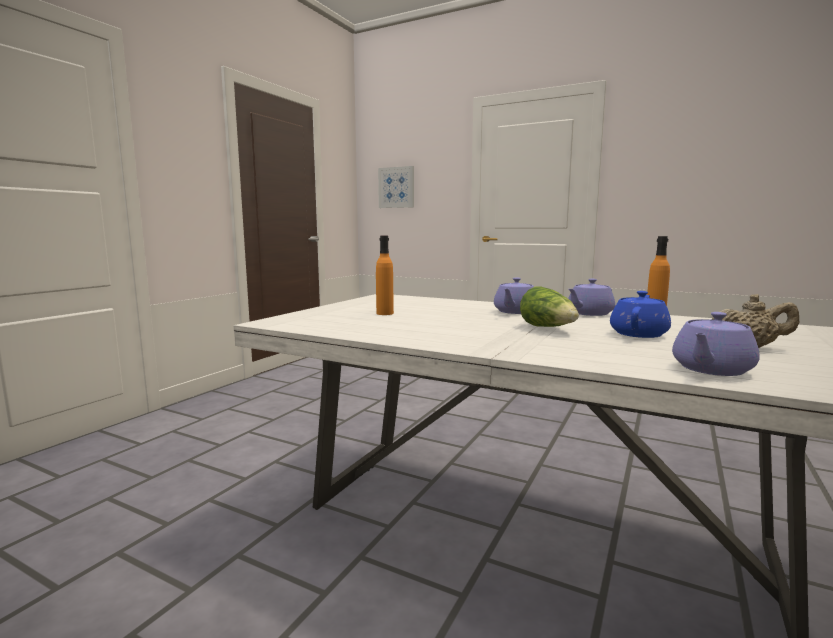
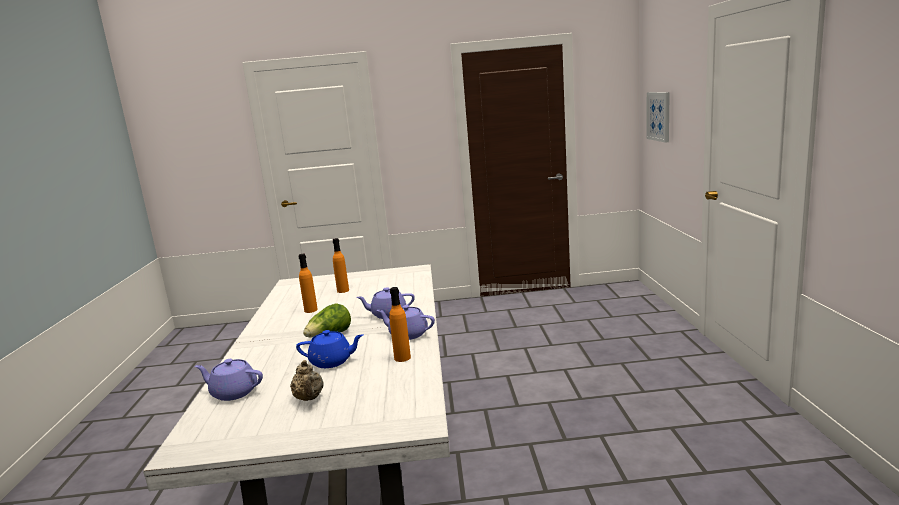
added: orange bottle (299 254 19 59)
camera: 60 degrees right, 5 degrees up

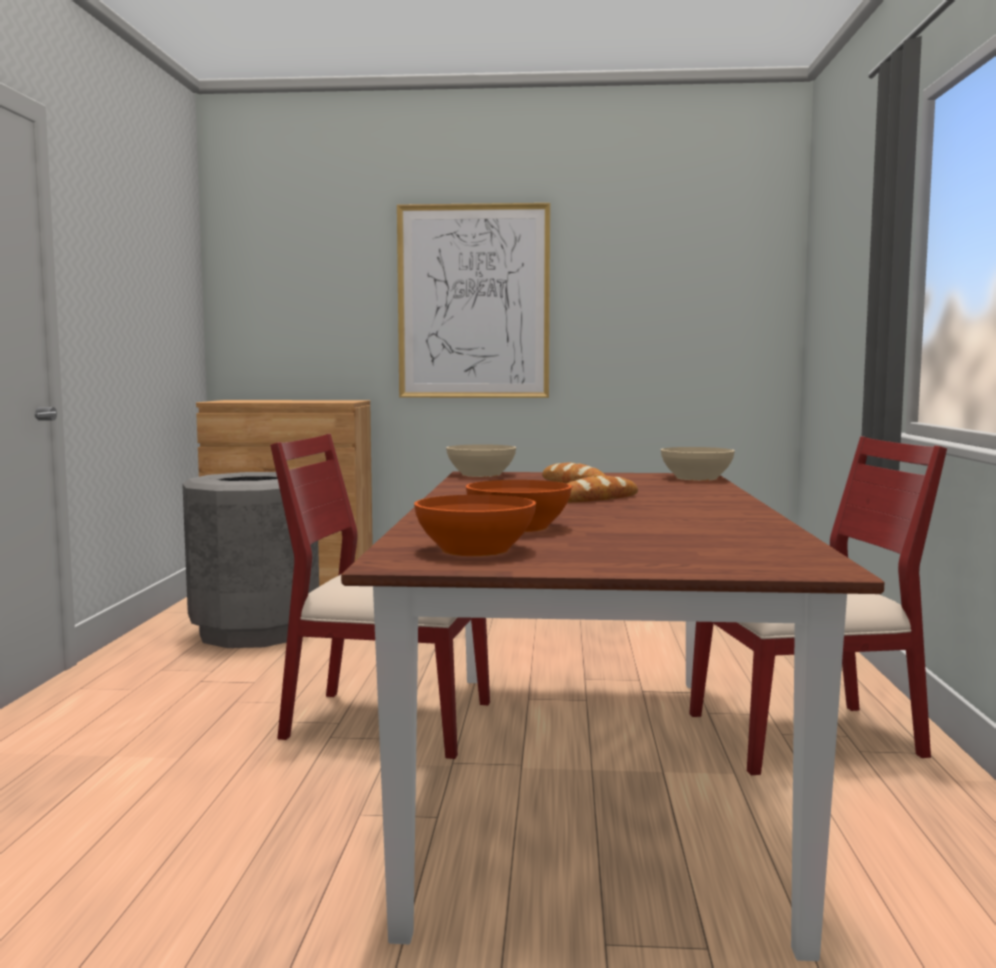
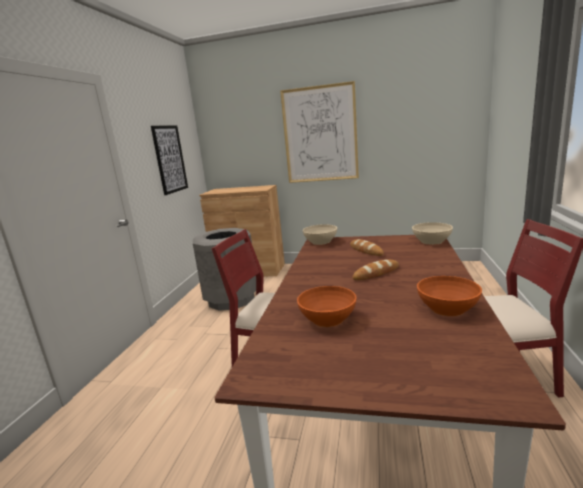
added: picture (151 126 37 69)
moved: orange bowl (414 495 122 61) to (417 276 65 40)
camera: 10 degrees right, 10 degrees up

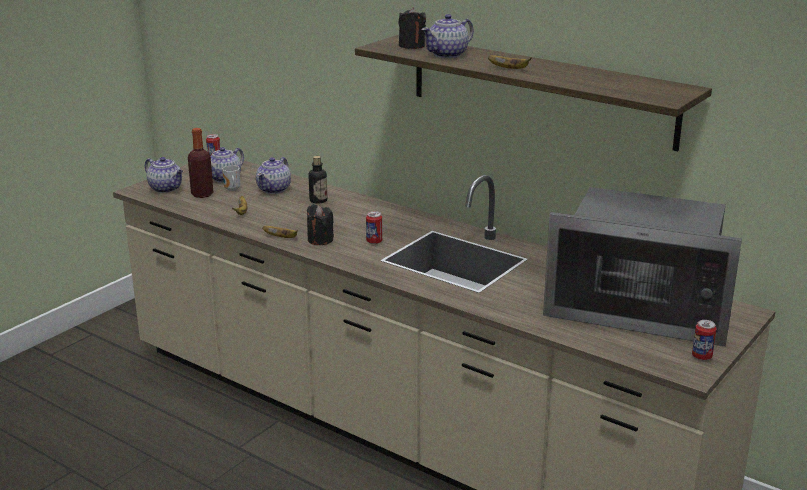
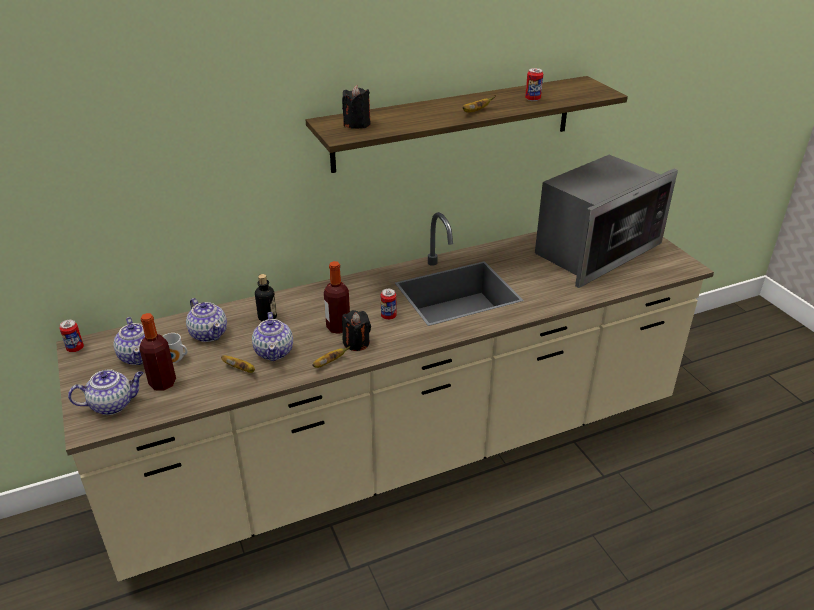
added: bottle (324 261 26 73)
moved: teapot (421 14 53 44) to (252 312 41 49); can (692 320 25 40) to (525 68 18 33)
camera: 60 degrees left, 10 degrees up

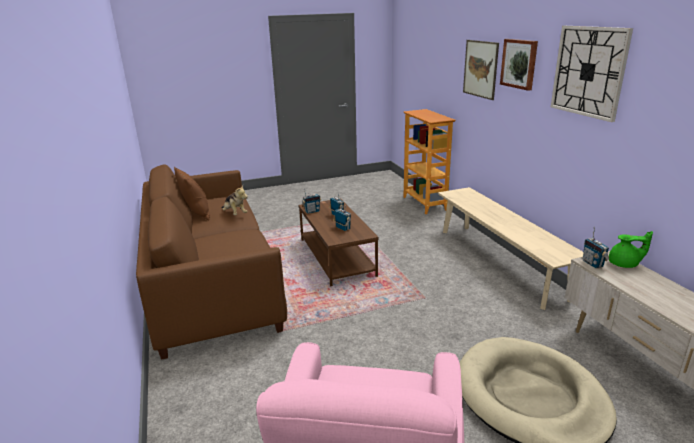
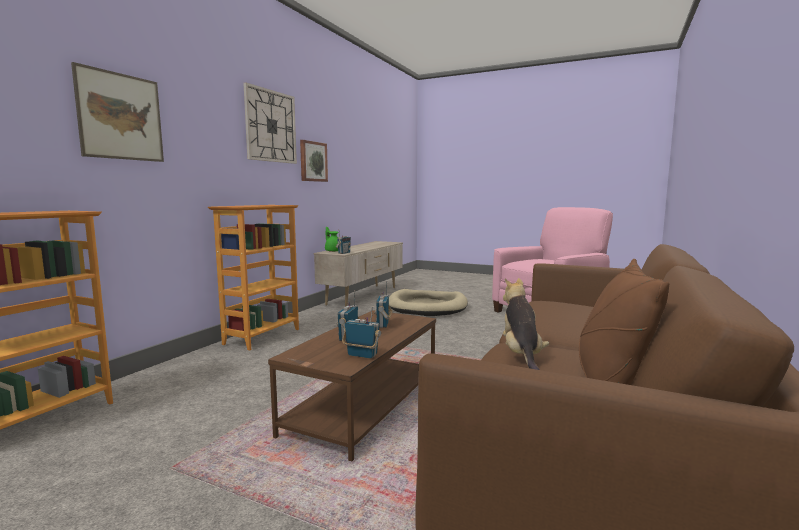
moved: picture (500 39 38 52) to (300 140 28 42)
replaced: beige bench (438 187 146 123) to bookcase (208 205 91 145)
camera: 135 degrees left, 15 degrees down

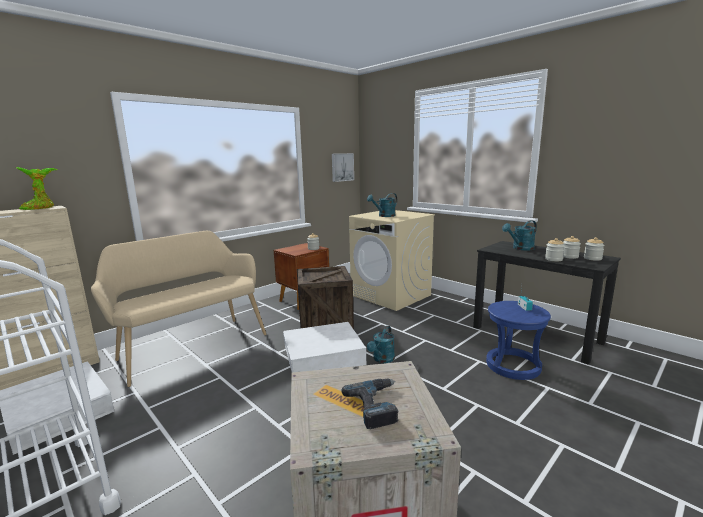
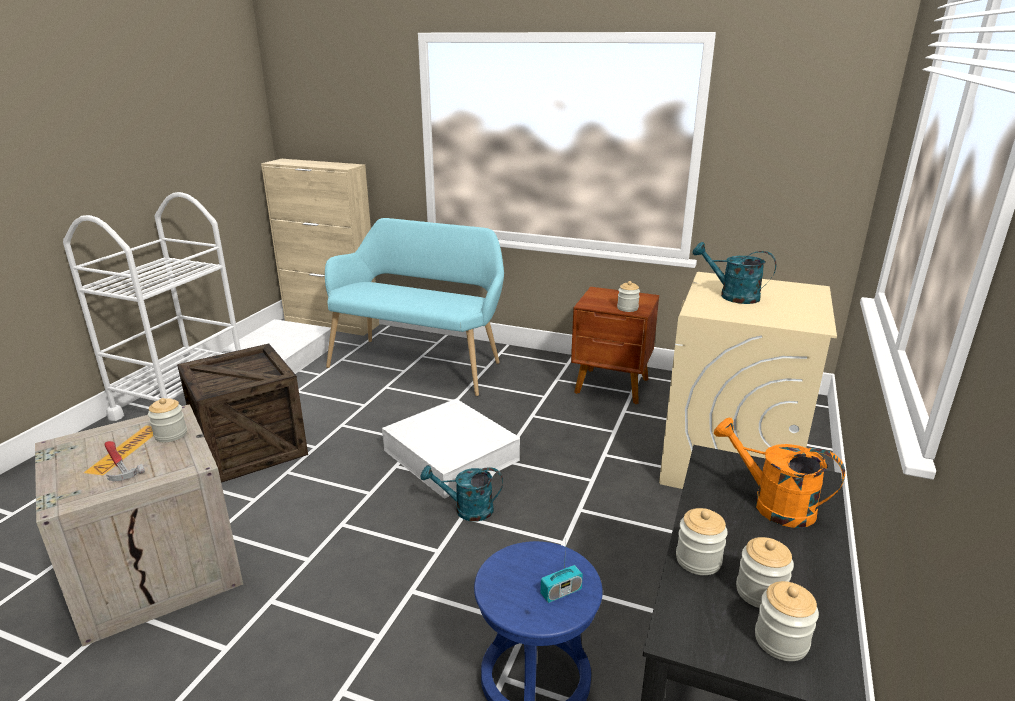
removed: picture (332 153 22 29); potted plant (16 167 42 43)
added: jar (148 398 39 44)
moved: crate (297 266 57 63) to (177 344 131 139)
replaced: power drill (341 379 58 50) to hammer (104 441 41 40)
recoloured: turquoise watering can (502 220 35 31) to orange watering can (714 418 131 110); beige bench (91 231 175 156) to turquoise bench (325 218 179 178)
camera: 65 degrees right, 10 degrees up

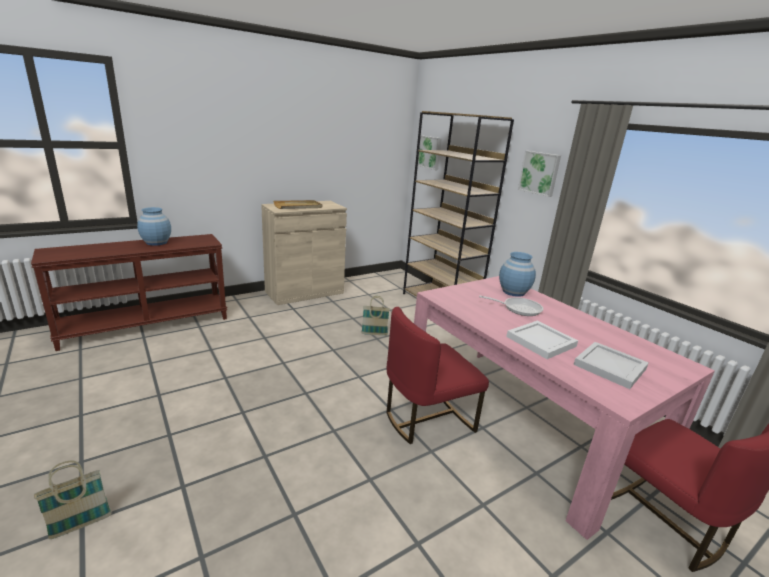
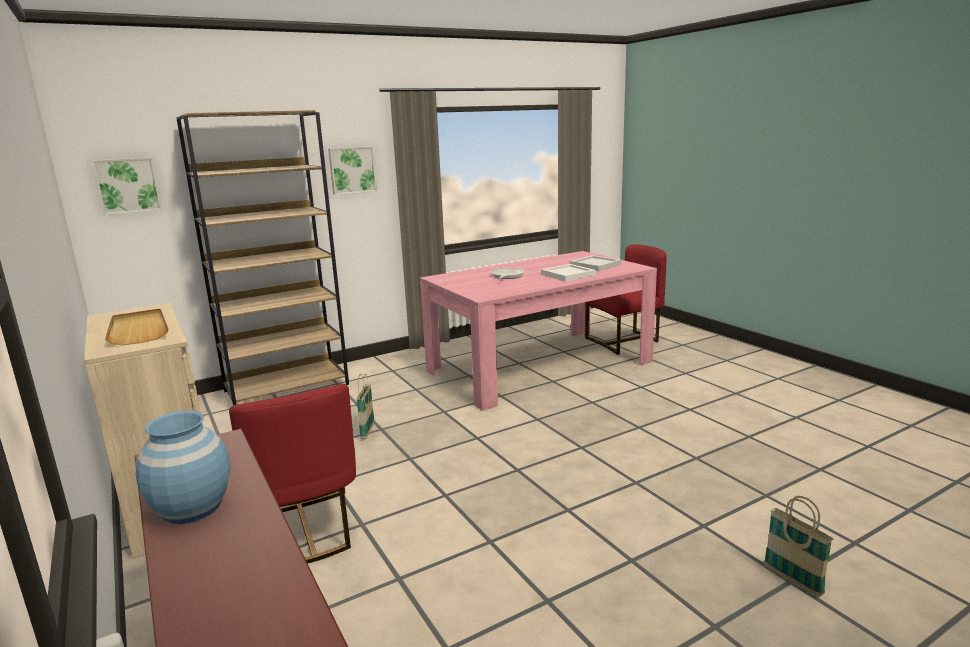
removed: blue vase (499 252 37 45)
moved: red chair (387 307 102 137) to (229 384 127 179)
camera: 85 degrees left, 5 degrees down

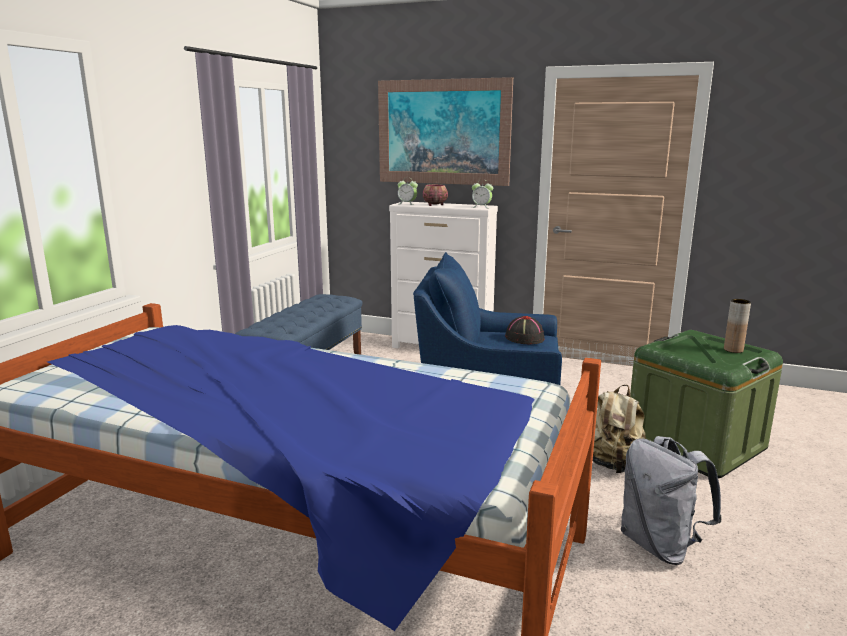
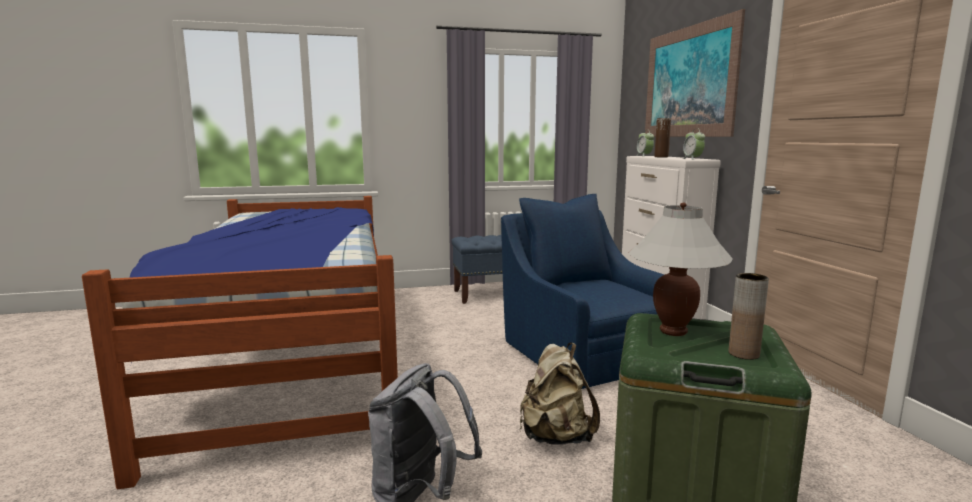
removed: black hat (505 316 39 28)
added: white table lamp (628 202 105 134)
replaced: bowl (423 184 25 22) to brown vase (654 118 17 39)
camera: 55 degrees right, 5 degrees down

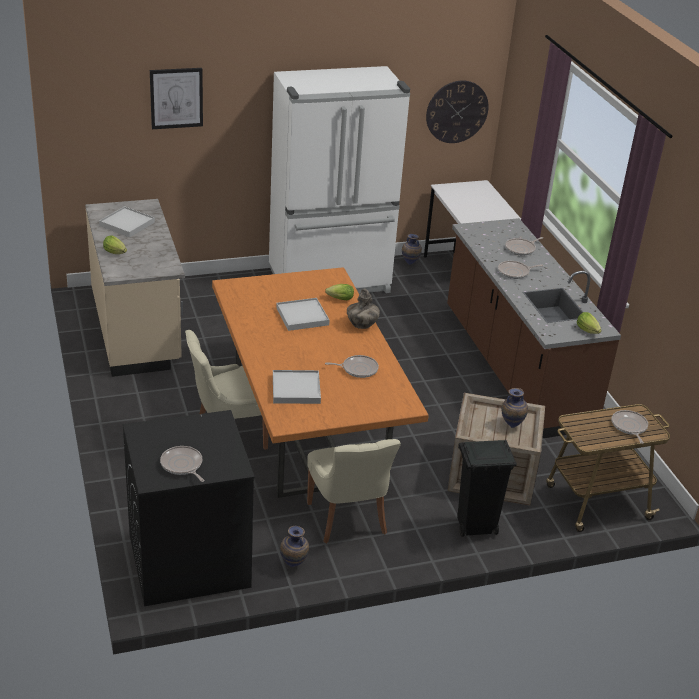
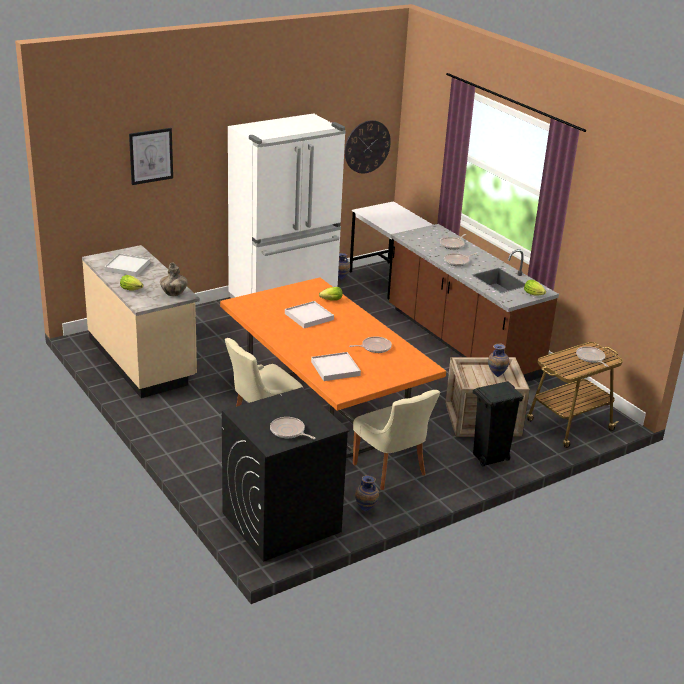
moved: vase (347 289 33 40) to (160 262 28 34)
camera: 15 degrees left, 5 degrees down

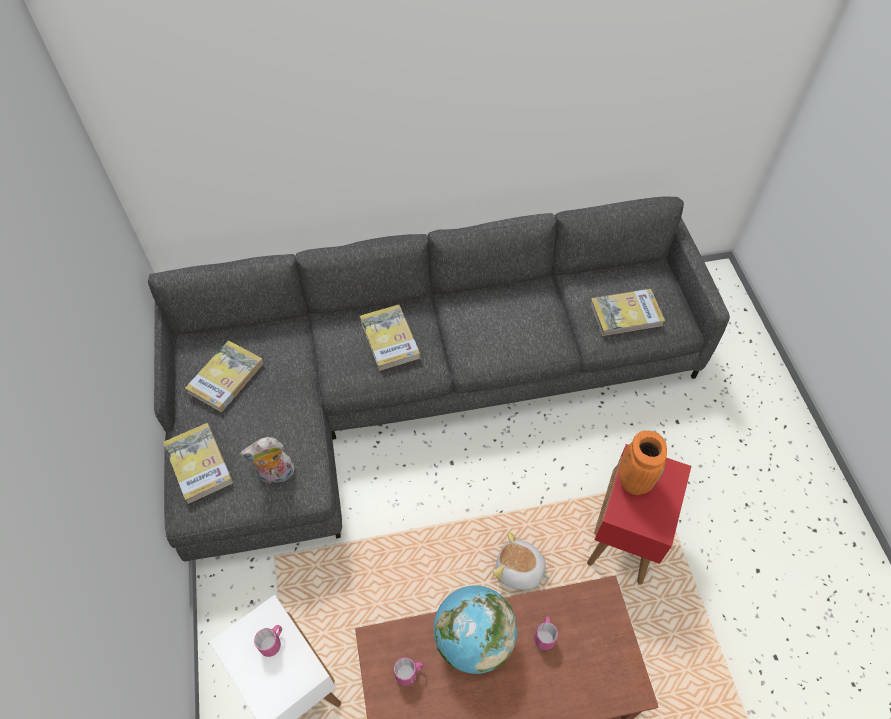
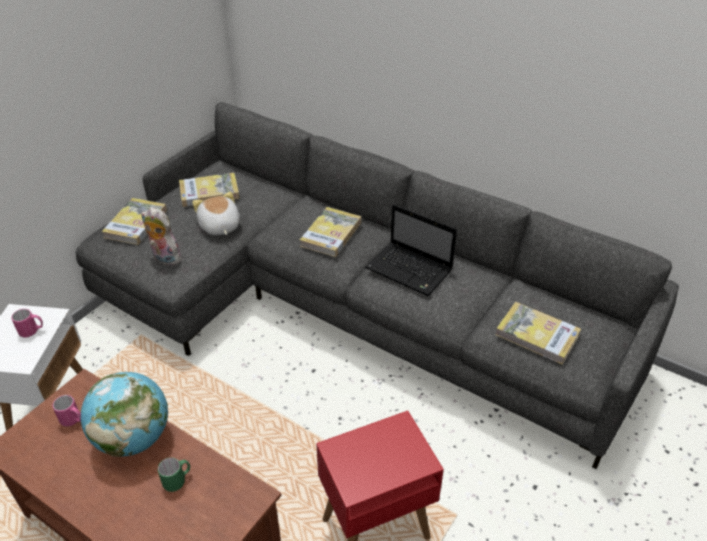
removed: orange vase (619 431 48 64)
added: laptop (365 204 92 92)
moved: plush toy (493 532 58 58) to (192 192 48 43)
recoloured: pink mug (534 616 24 34) to green mug (158 458 32 34)
camera: 45 degrees right, 15 degrees down

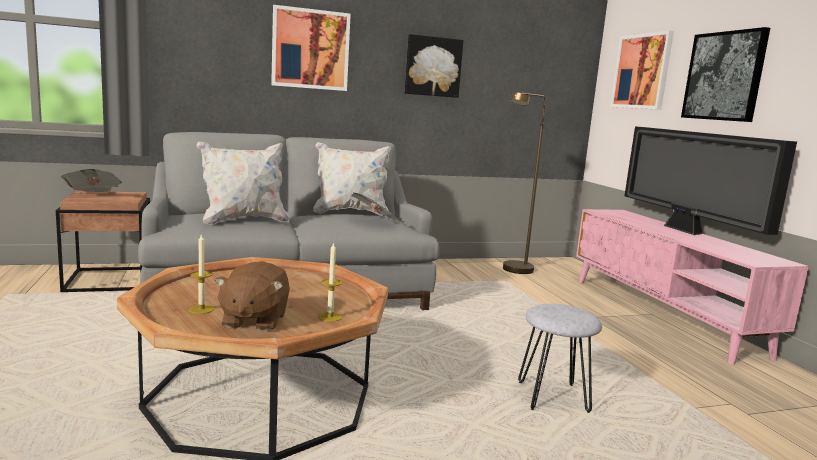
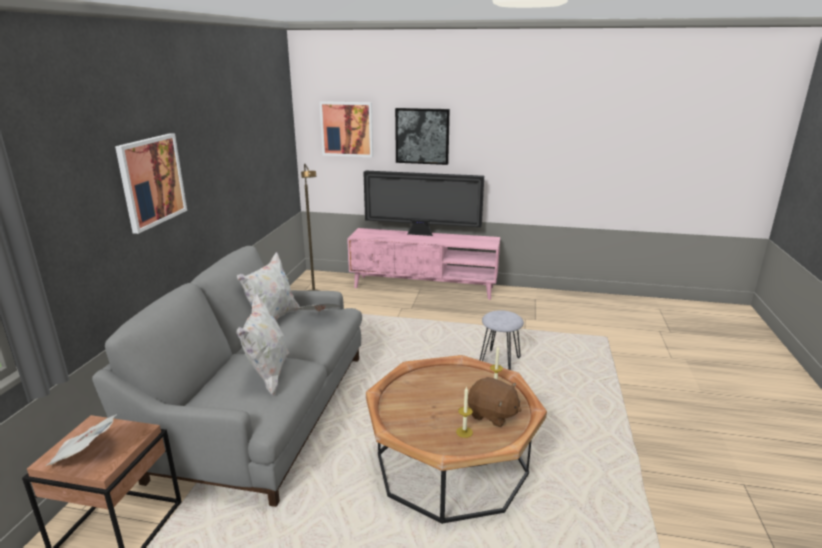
removed: picture (405 34 58 64)
camera: 60 degrees left, 10 degrees up

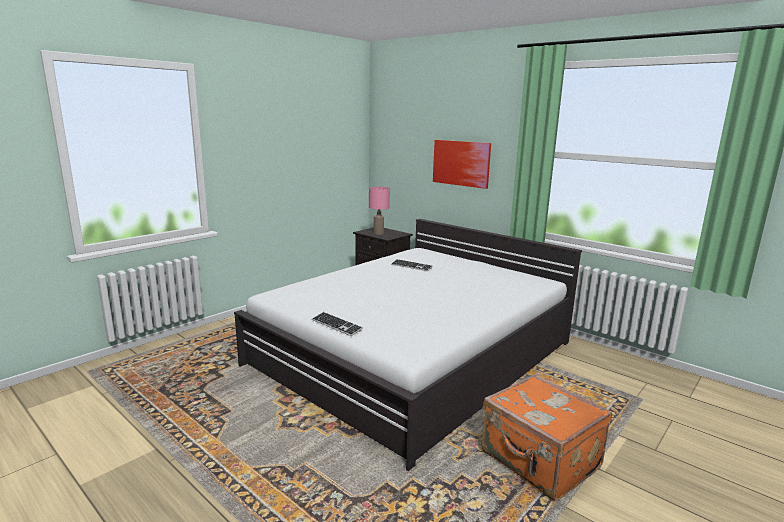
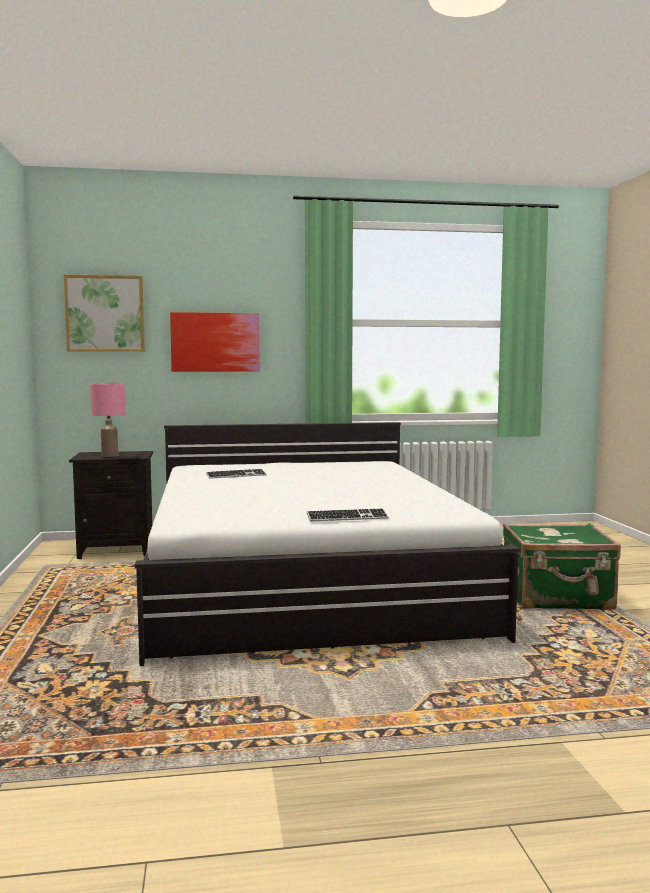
added: picture (64 274 81 78)
recoloured: orange suitcase (482 374 130 127) to green suitcase (503 523 118 87)
camera: 50 degrees left, 10 degrees down

